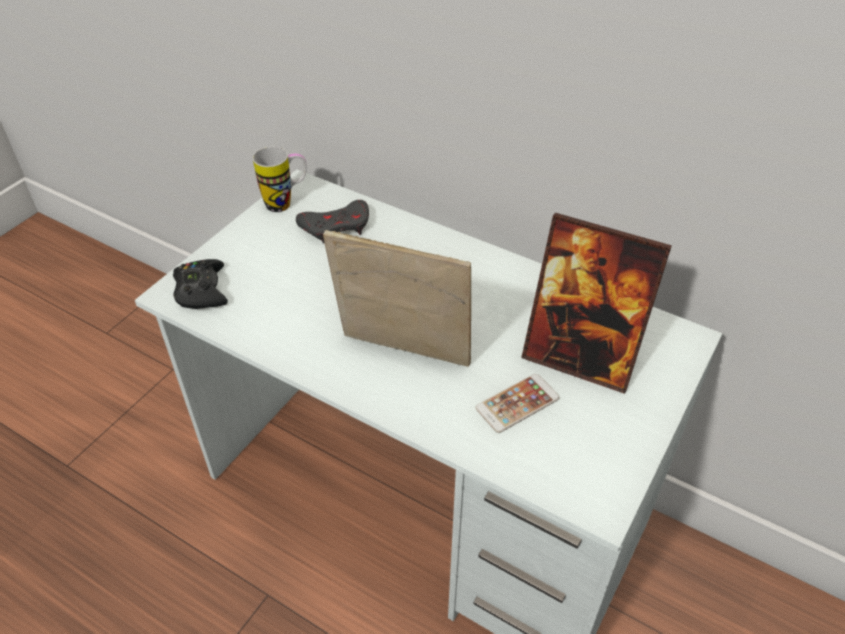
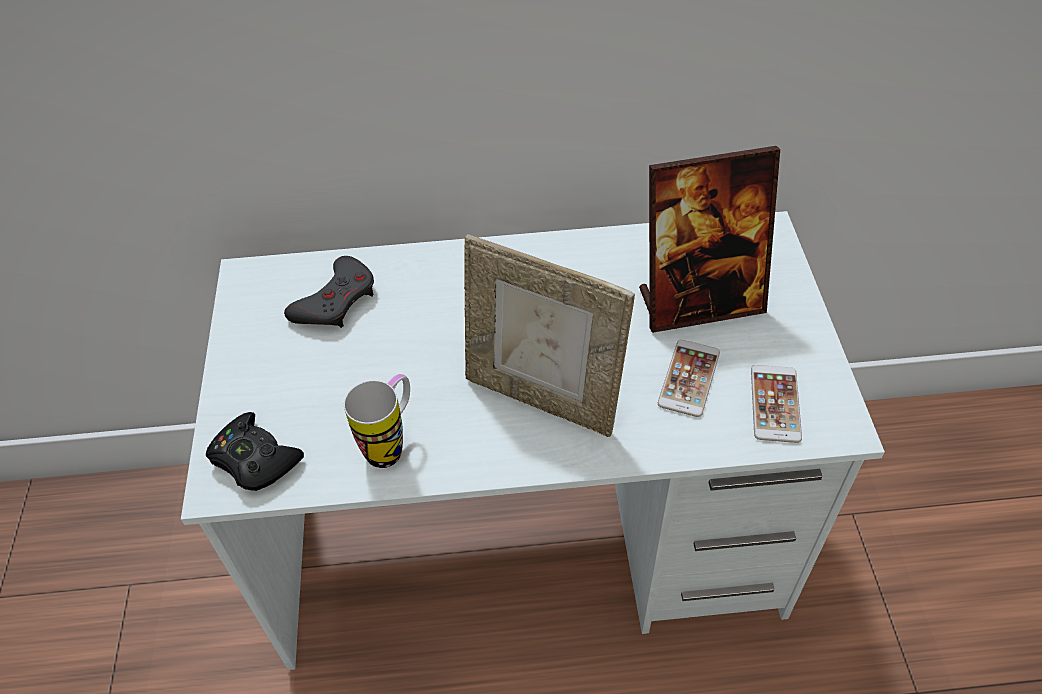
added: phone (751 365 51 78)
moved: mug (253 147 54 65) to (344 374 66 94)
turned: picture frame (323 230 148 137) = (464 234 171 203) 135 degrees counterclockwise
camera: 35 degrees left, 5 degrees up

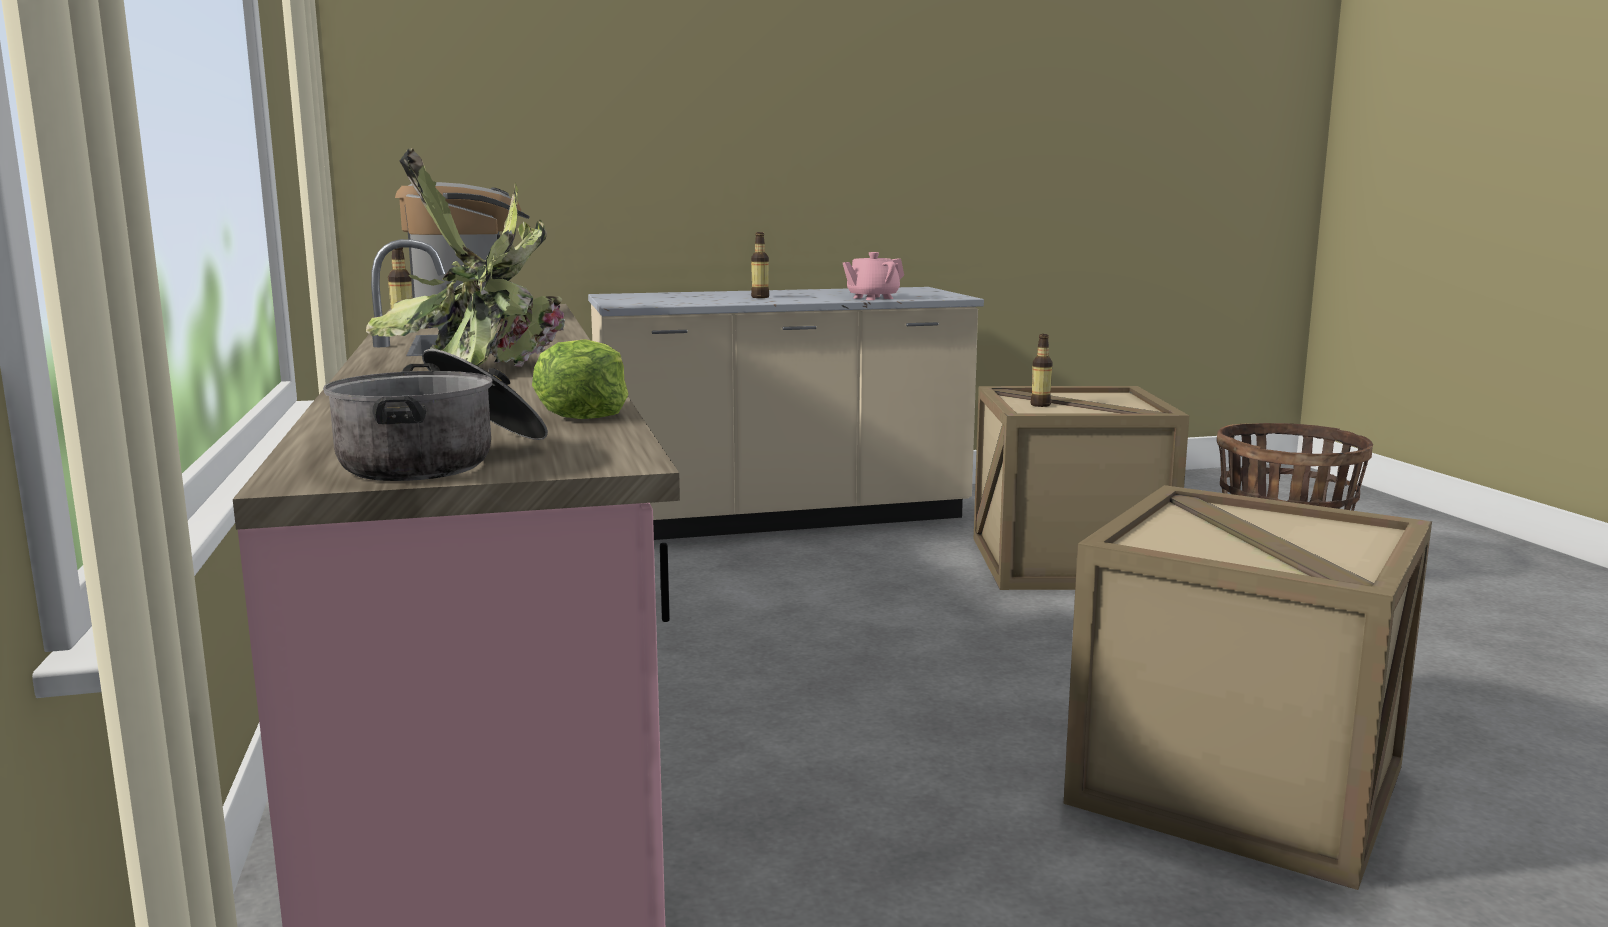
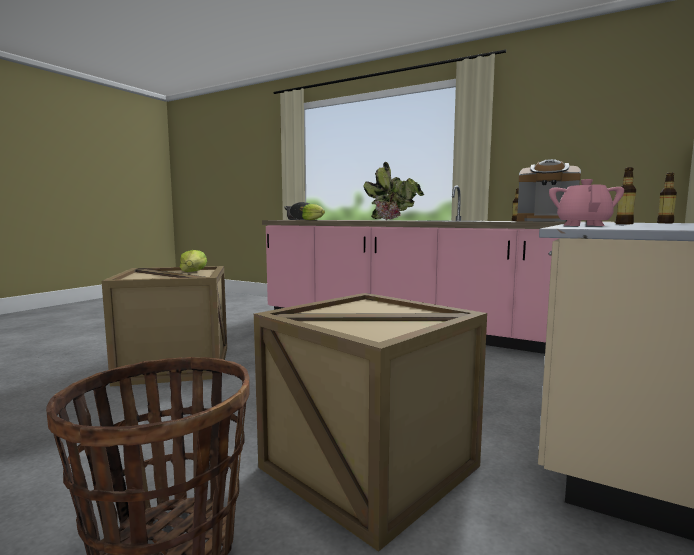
added: lettuce (180 250 27 22)
moved: bottle (1031 334 22 73) to (657 173 20 50)
camera: 135 degrees right, 5 degrees down

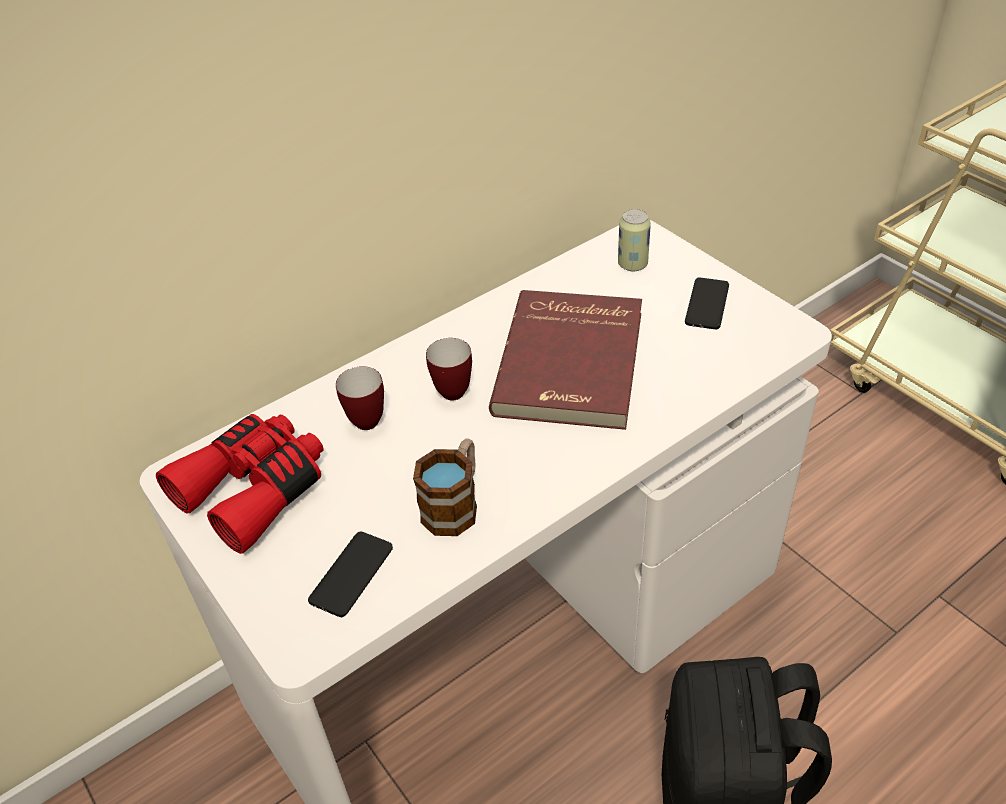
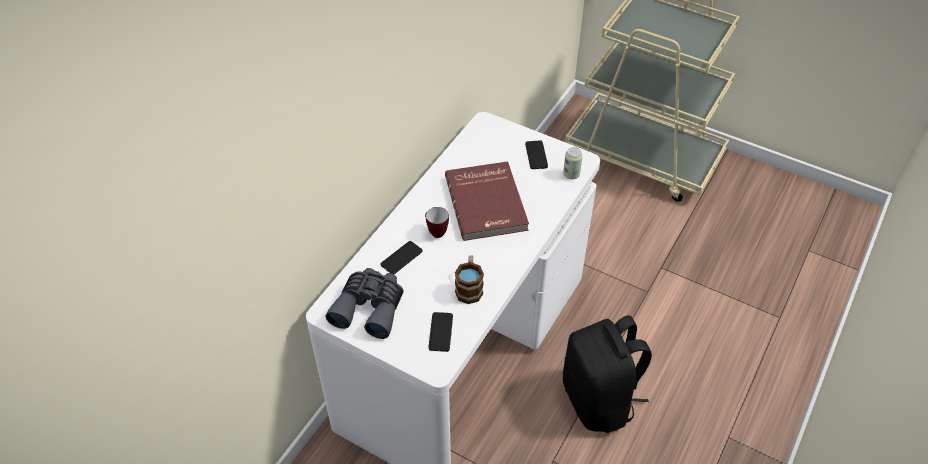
moved: can (618 209 33 62) to (563 147 20 32)
replaced: mug (336 366 48 64) to phone (380 241 43 33)
recoloured: red binoculars (156 414 168 140) to grey binoculars (326 268 78 71)
camera: 25 degrees left, 5 degrees up

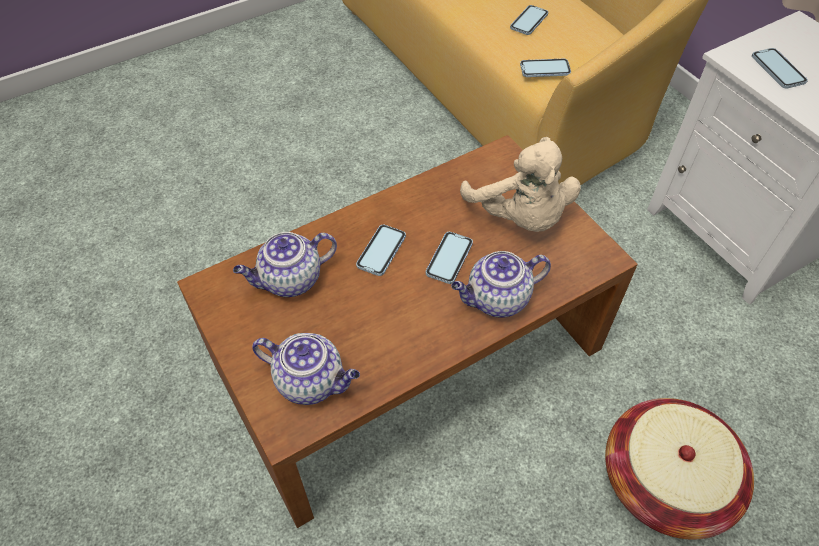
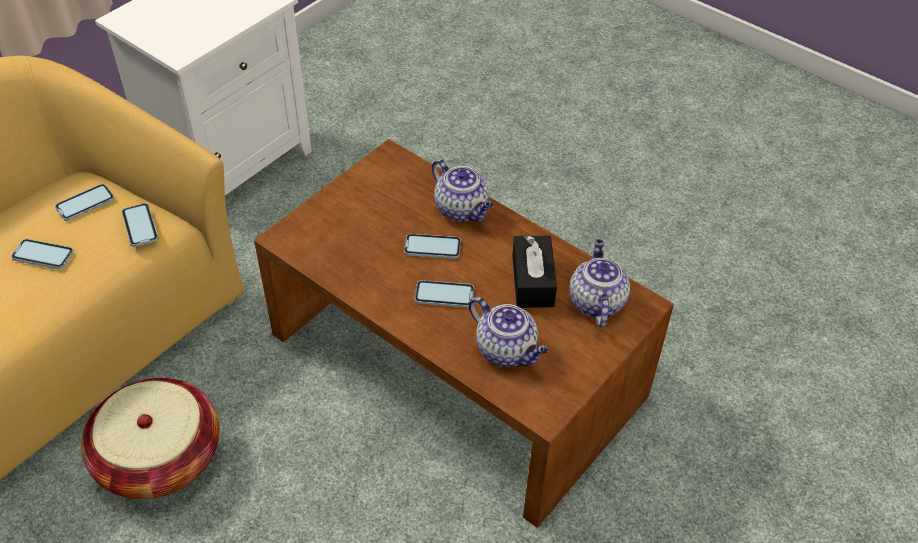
removed: beige plush toy (460 137 121 95)
added: black tissue box (512 235 45 73)
moved: phone (752 48 56 41) to (55 184 60 37); basket (605 398 149 141) to (81 378 139 121)
camera: 110 degrees left, 5 degrees down

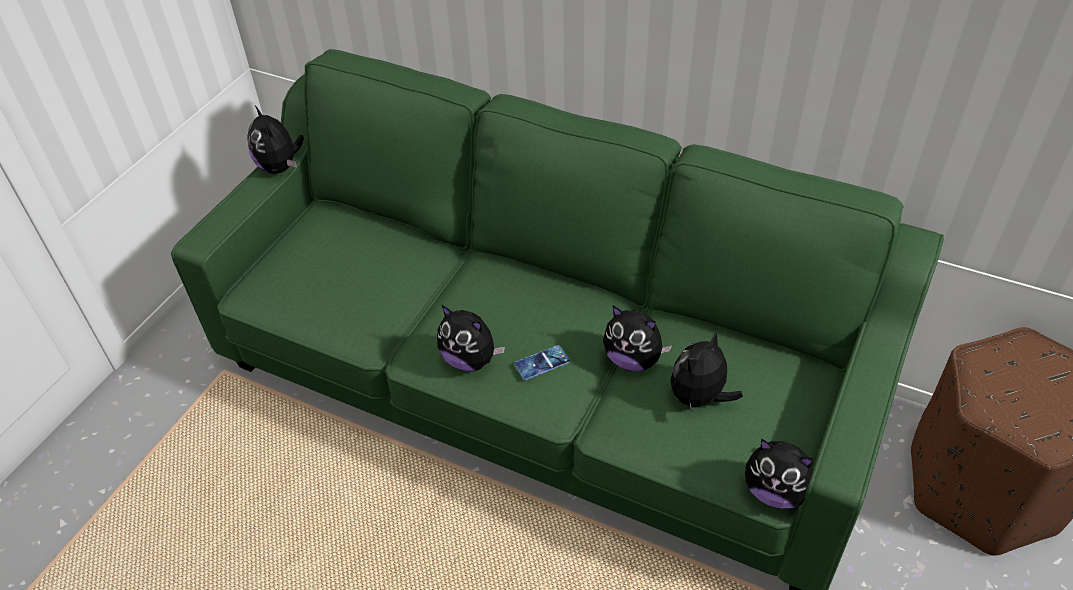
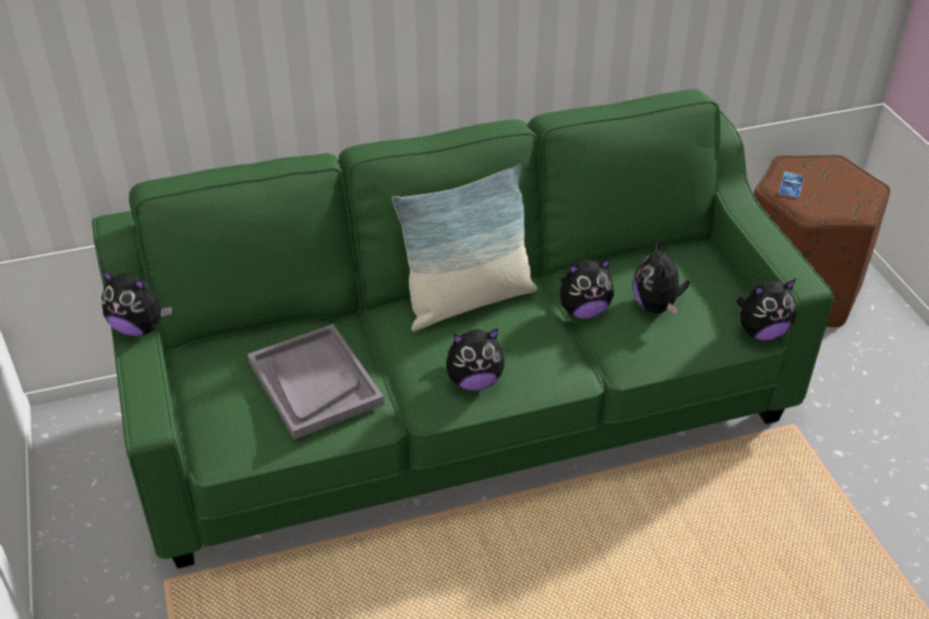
added: pillow (392 164 145 167); grey tray (248 324 136 116)
moved: phone (514 345 56 35) to (779 172 25 26)
camera: 45 degrees left, 5 degrees down

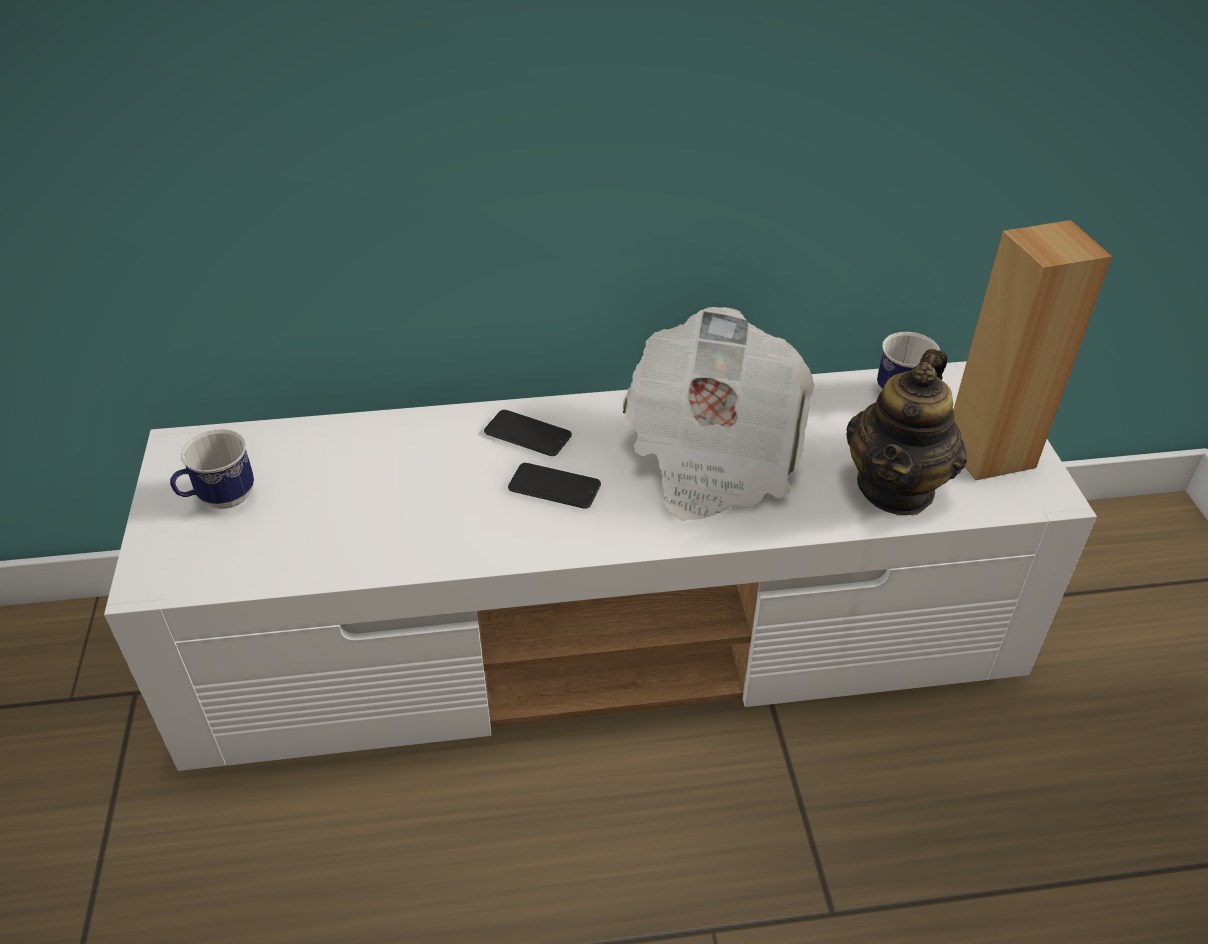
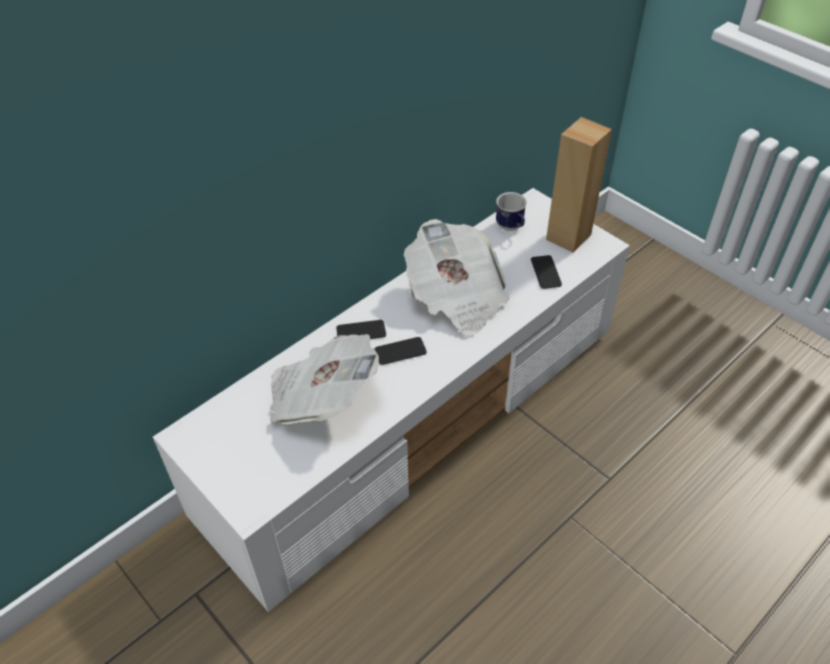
removed: mug (170 429 84 80)
added: newspaper (270 334 109 90)
replaced: teapot (846 349 121 166) to phone (531 255 31 34)
camera: 35 degrees left, 5 degrees up

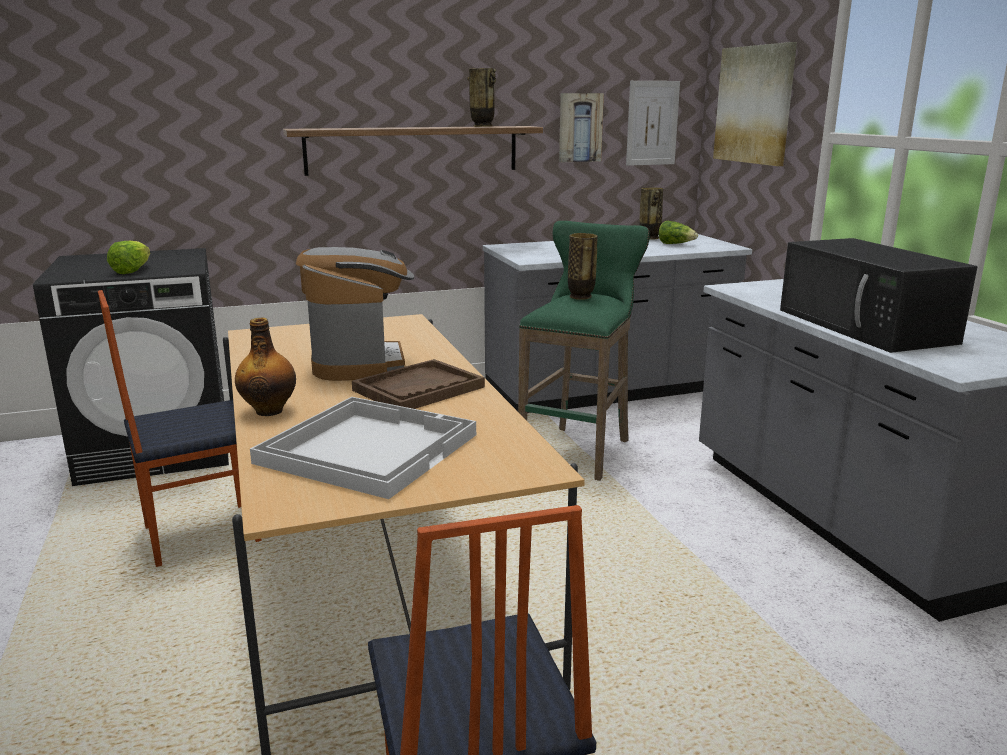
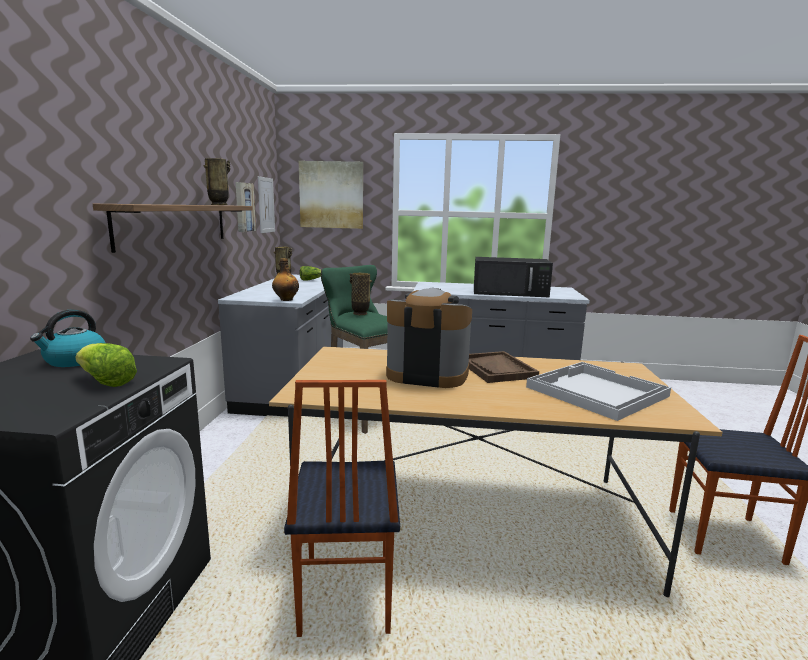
added: kettle (30 309 76 58)
moved: bottle (235 317 61 99) to (272 258 27 43)
camera: 65 degrees left, 5 degrees down

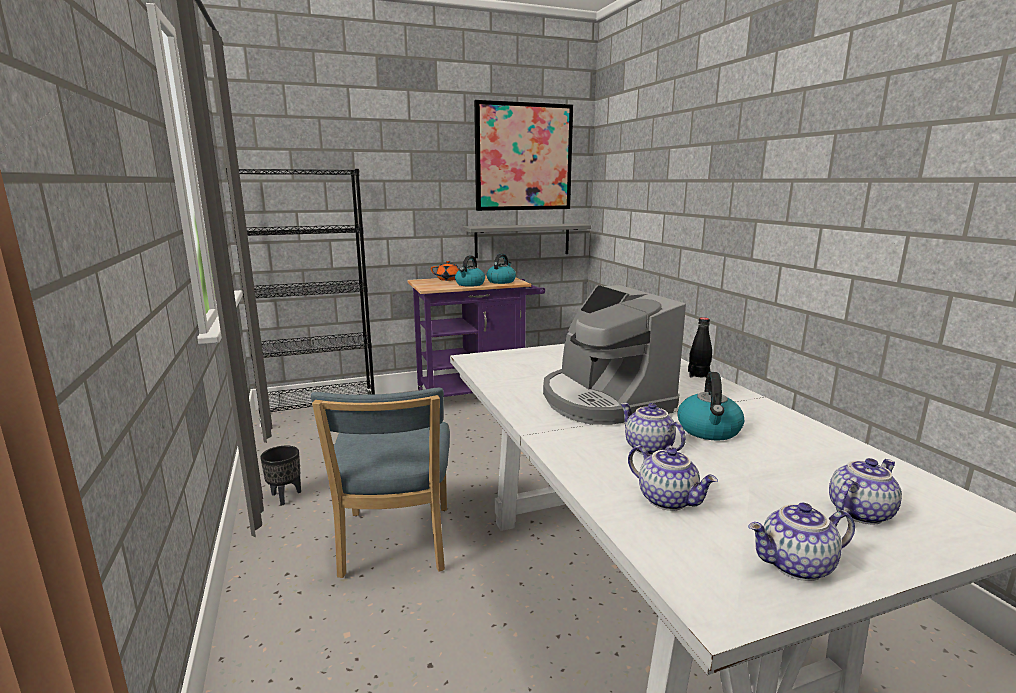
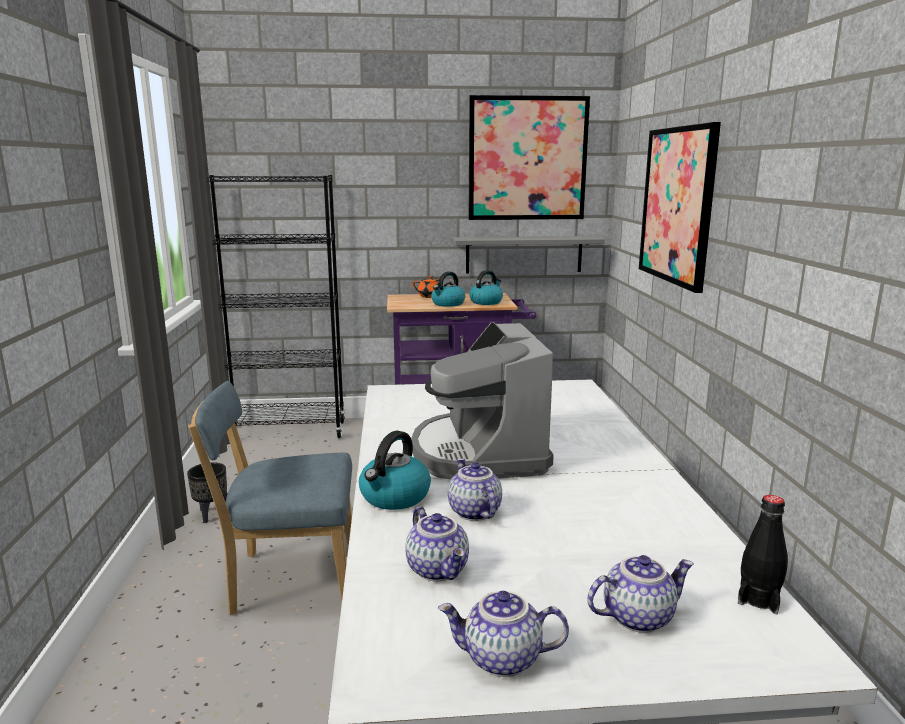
added: picture (639 122 82 171)
moved: black bottle (688 317 24 61) to (738 495 50 119); kettle (678 372 66 69) to (359 431 72 79)
turned: blue chair (311 388 139 190) = (188 381 164 234) 75 degrees clockwise
camera: 15 degrees right, 0 degrees up

